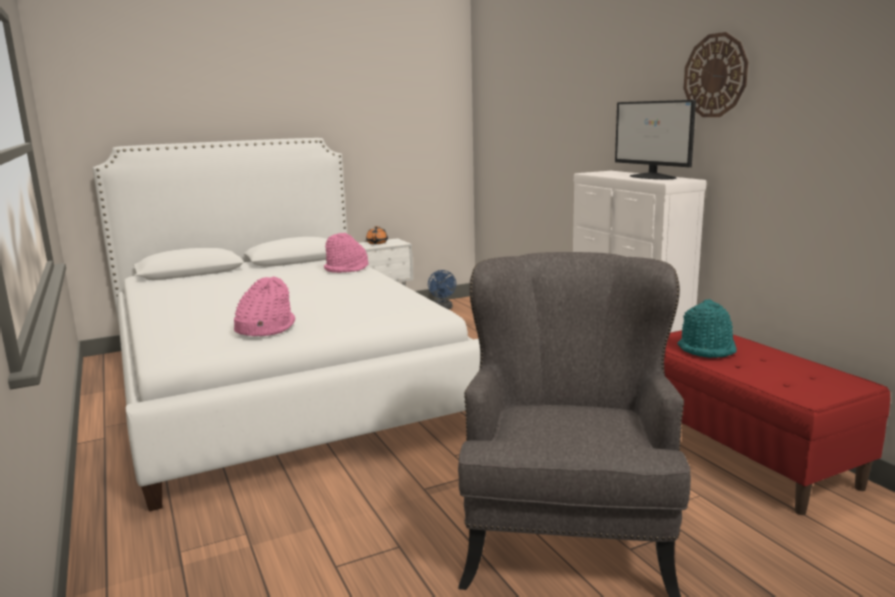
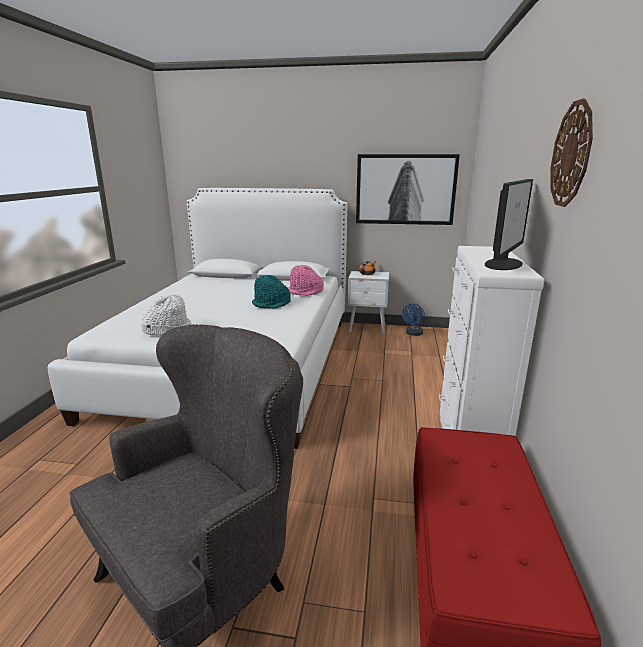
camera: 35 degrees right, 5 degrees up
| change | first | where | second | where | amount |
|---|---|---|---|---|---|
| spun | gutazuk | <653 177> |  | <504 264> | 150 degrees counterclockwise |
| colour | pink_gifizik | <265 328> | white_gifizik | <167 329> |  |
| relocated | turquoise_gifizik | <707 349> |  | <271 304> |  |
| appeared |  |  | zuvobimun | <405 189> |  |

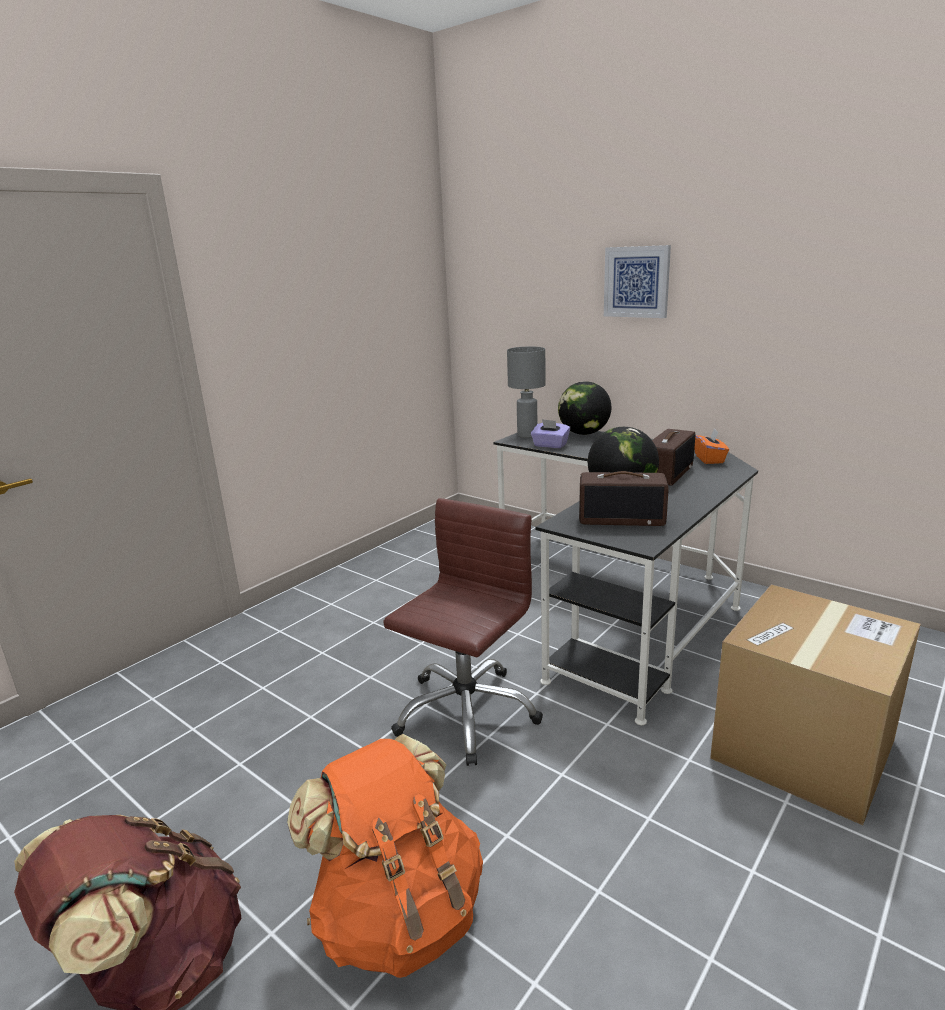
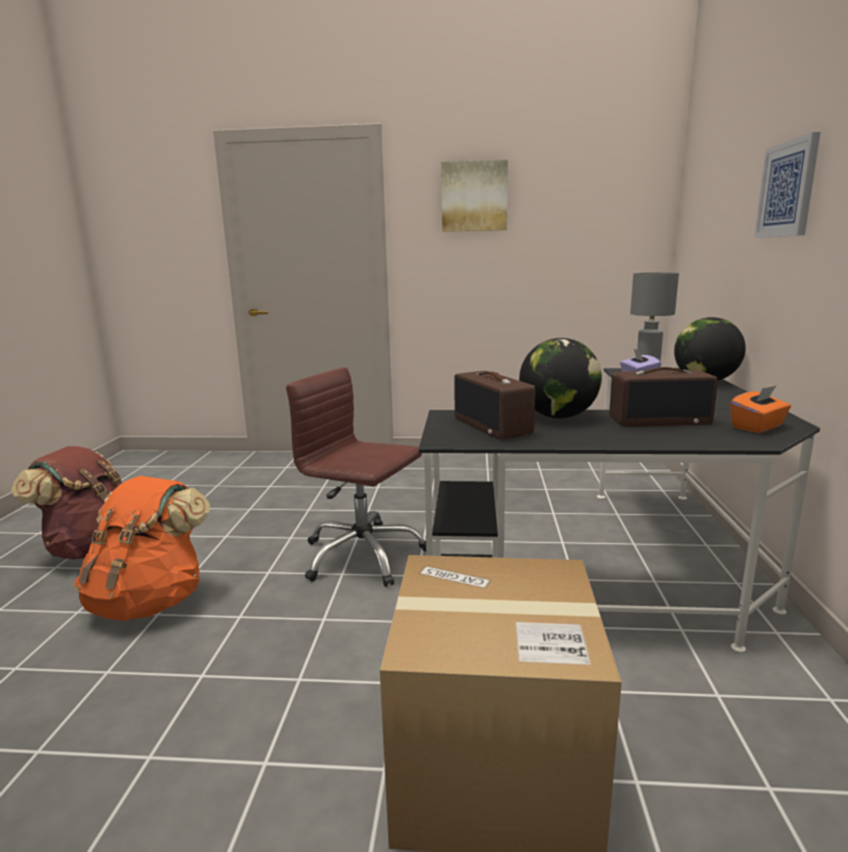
camera: 55 degrees right, 5 degrees down
| change | first | where | second | where | amount |
|---|---|---|---|---|---|
| spun | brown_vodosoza | <465 712> |  | <362 555> | 150 degrees counterclockwise |
| appeared |  |  | zuvobimun | <474 196> |  |

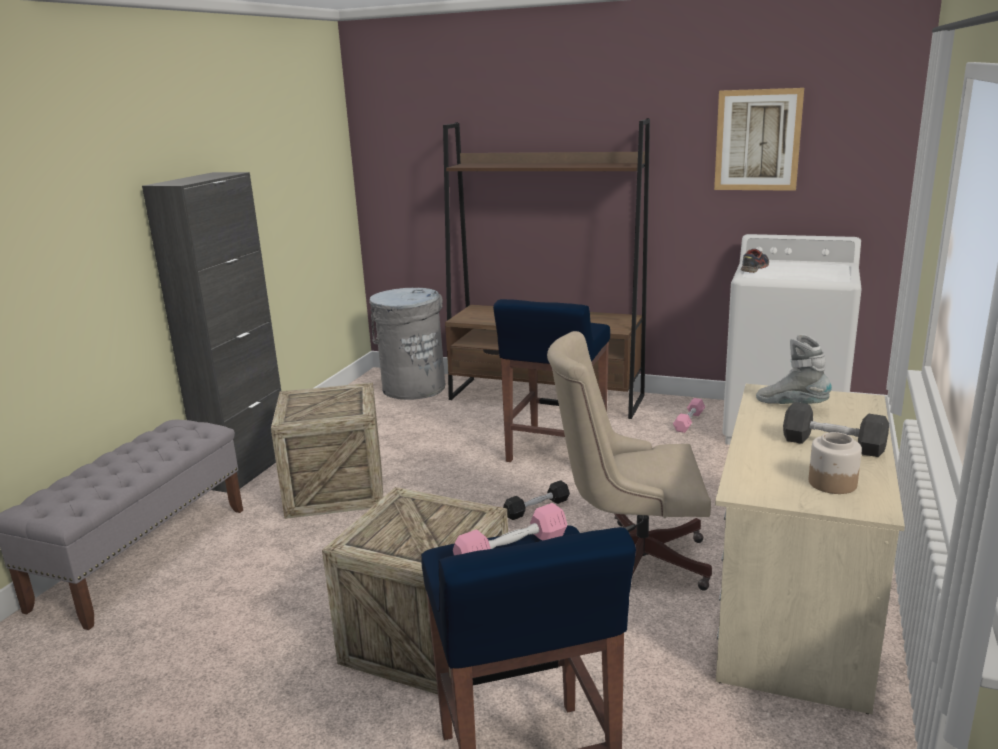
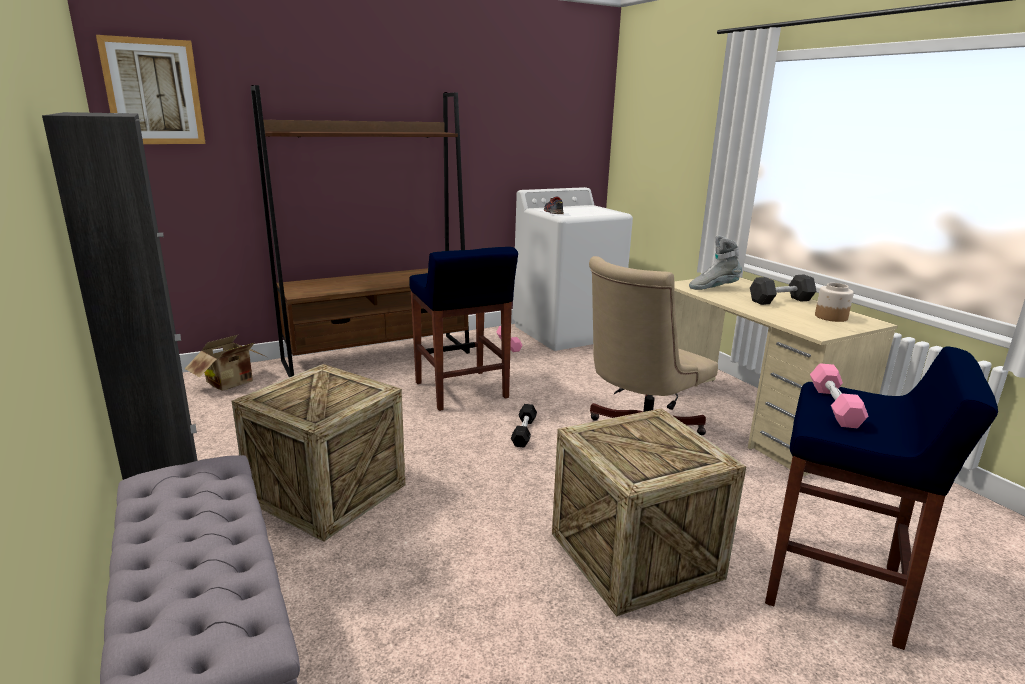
camera: 50 degrees left, 0 degrees up
| change | first | where | second | where | amount |
|---|---|---|---|---|---|
| relocated | zuvobimun | <757 140> |  | <153 92> |  |
| exchanged | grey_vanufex | <413 388> | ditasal | <233 383> |  |

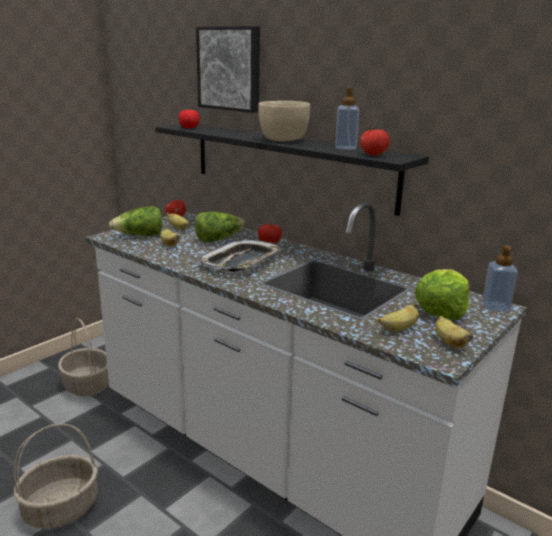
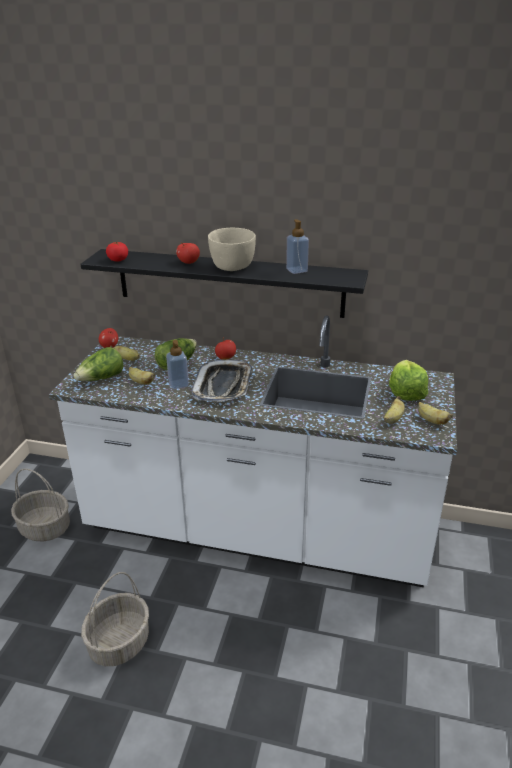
camera: 25 degrees left, 10 degrees up
| change | first | where | second | where | amount |
|---|---|---|---|---|---|
| missing | zuvobimun | <230 69> |  |  |  |
| relocated | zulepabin | <373 155> |  | <188 262> |  |
| relocated | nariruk | <495 307> |  | <178 384> |  |

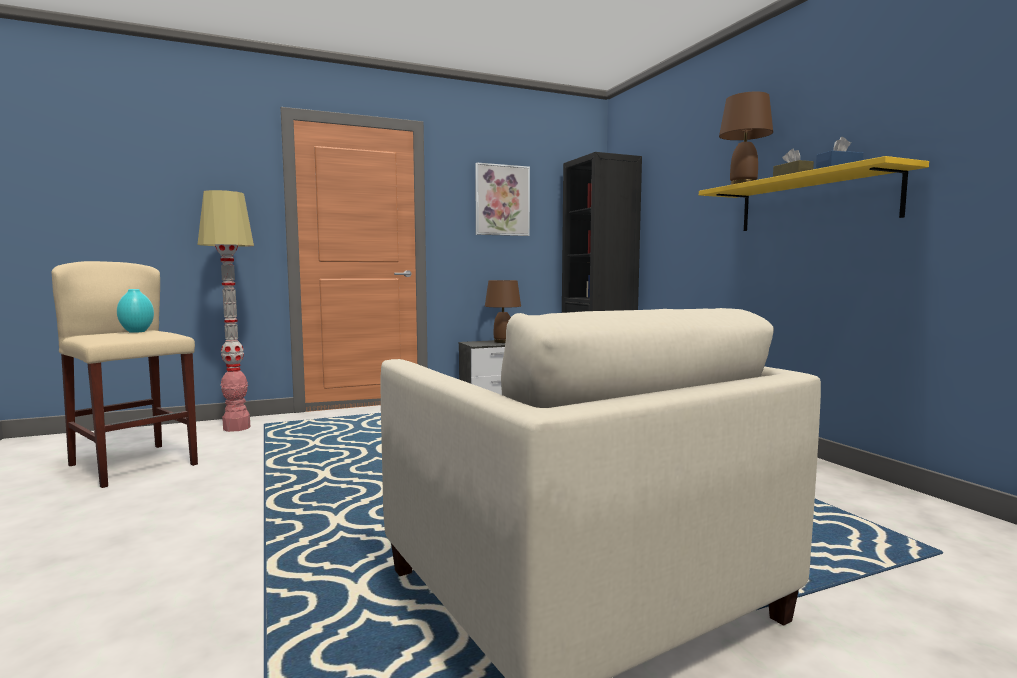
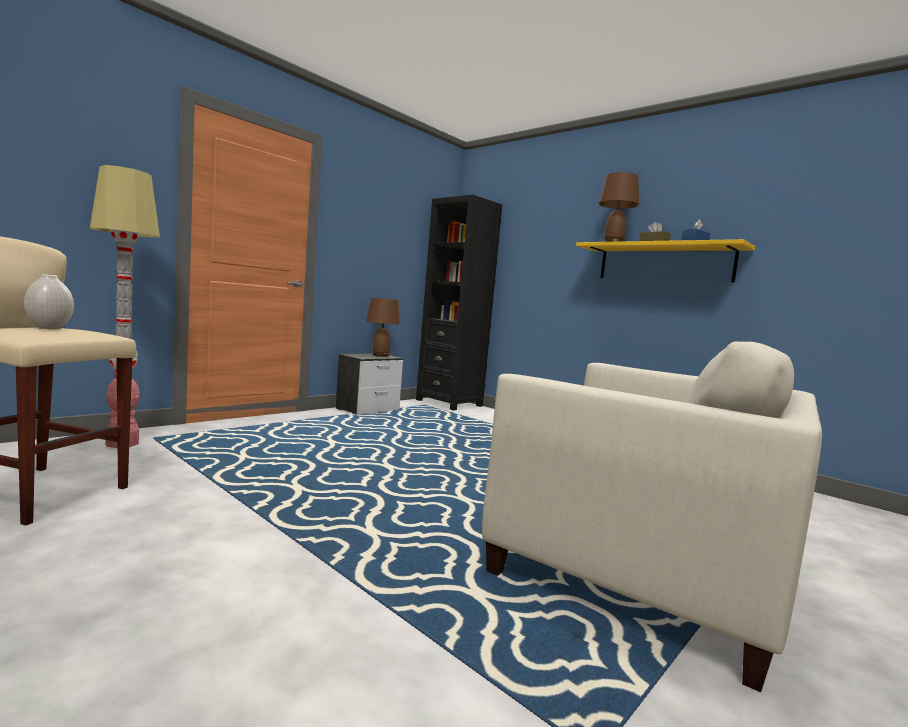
camera: 25 degrees left, 0 degrees up
| change | first | where | second | where | amount |
|---|---|---|---|---|---|
| missing | zuvobimun | <502 200> |  |  |  |
| colour | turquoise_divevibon | <136 331> | white_divevibon | <48 328> |  |

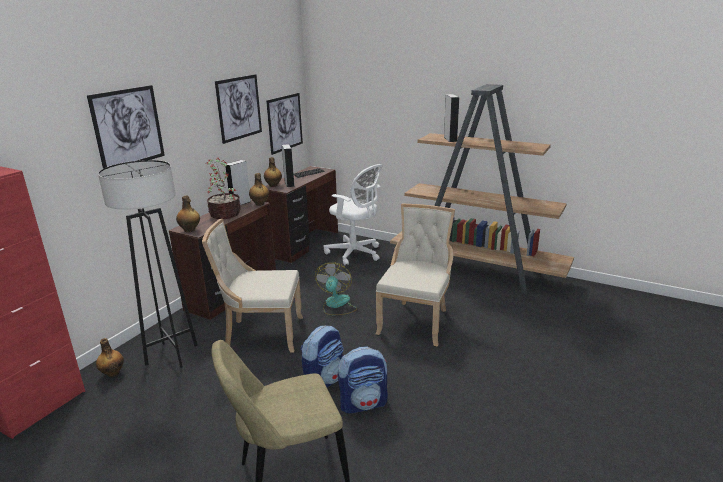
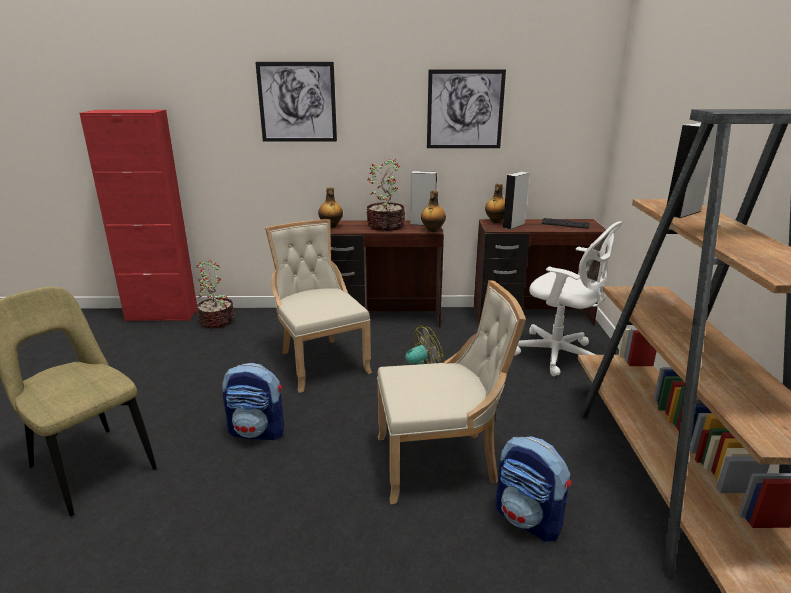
camera: 60 degrees right, 0 degrees up
| change | first | where | second | where | amount |
|---|---|---|---|---|---|
| missing | zuvobimun | <285 123> |  |  |  |
| missing | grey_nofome | <171 355> |  |  |  |
| spun | white_vodosoza | <355 253> |  | <559 355> | 60 degrees counterclockwise |
| exchanged | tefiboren | <113 373> | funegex | <216 321> |  |
| relocated | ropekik | <363 403> |  | <529 519> |  |

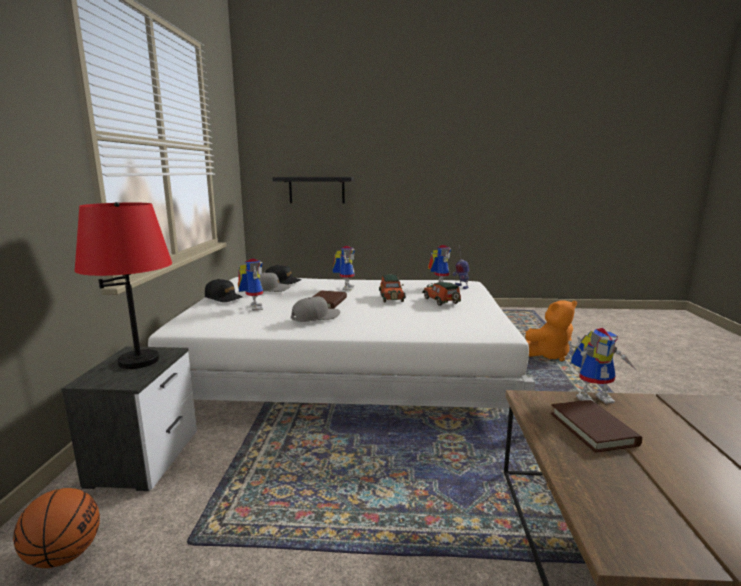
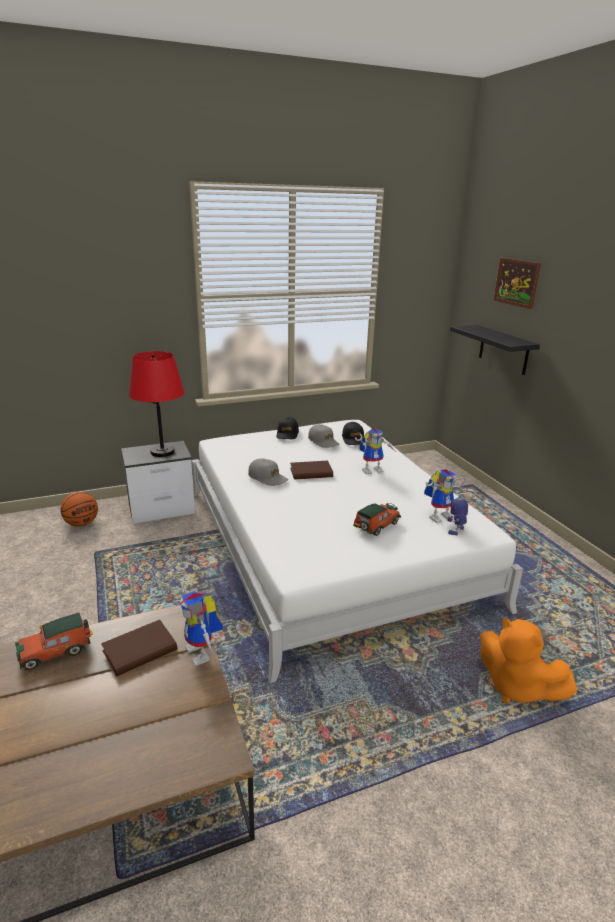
camera: 65 degrees right, 10 degrees up
| change | first | where | second | where | amount |
|---|---|---|---|---|---|
| missing | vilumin | <252 307> |  |  |  |
| relocated | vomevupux | <391 297> |  | <56 651> |  |
| appeared |  |  | zuvobimun | <516 282> |  |

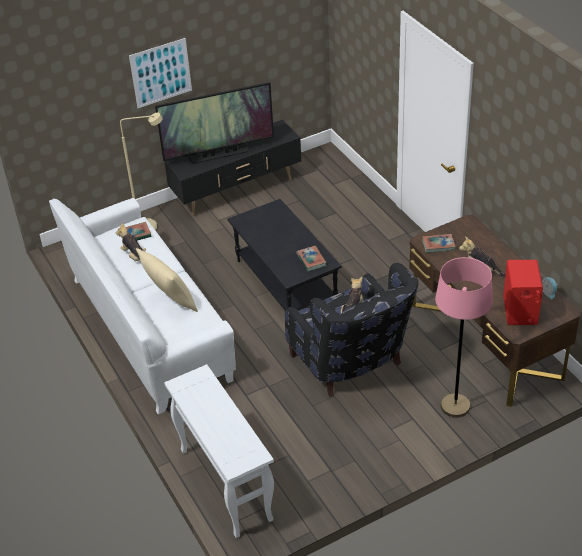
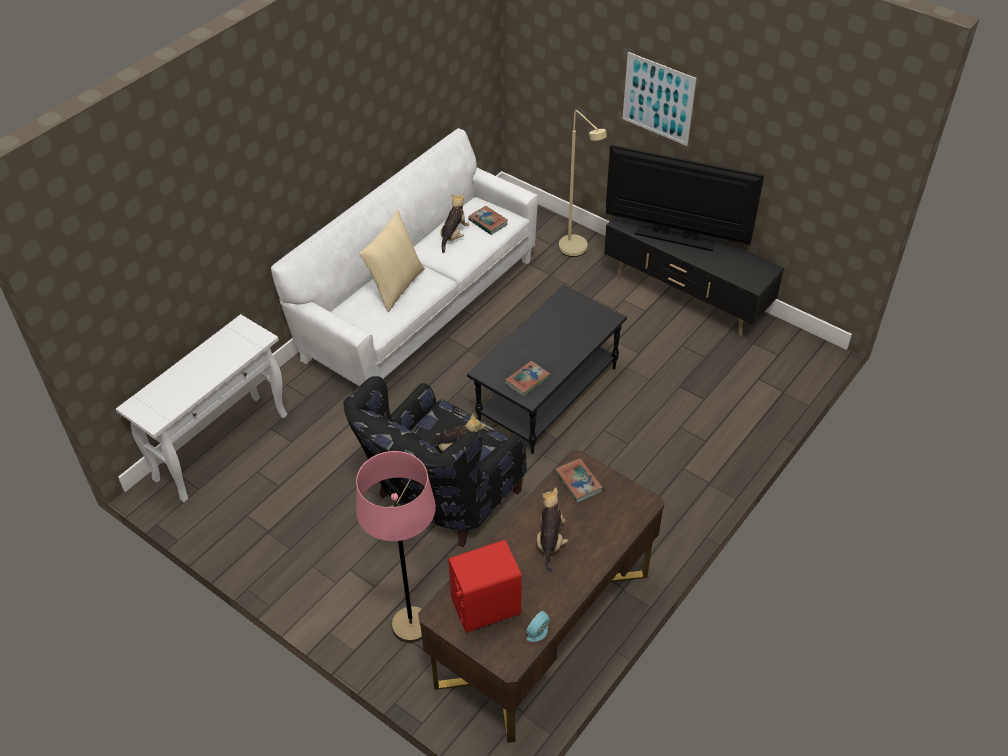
camera: 65 degrees right, 5 degrees up
| change | first | where | second | where | amount |
|---|---|---|---|---|---|
| spun | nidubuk | <219 154> |  | <675 238> | 150 degrees clockwise |

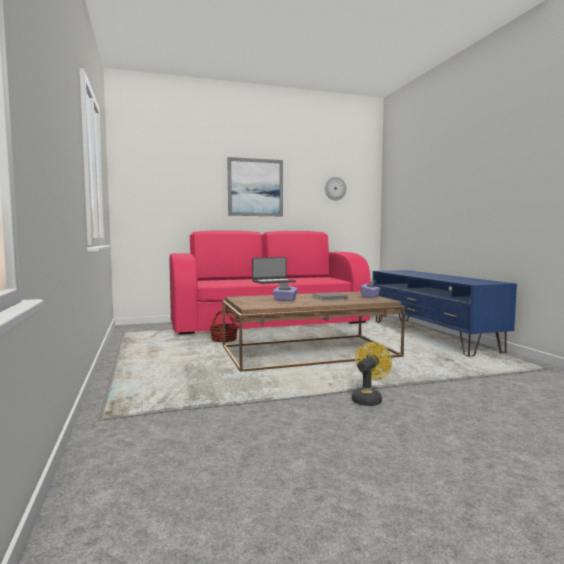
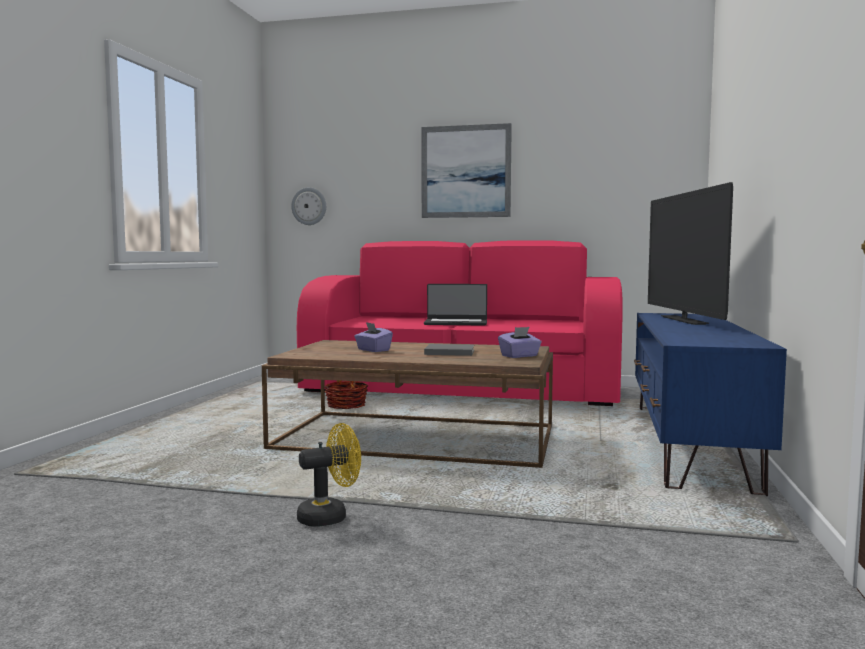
camera: 30 degrees right, 0 degrees up
| change | first | where | second | where | amount |
|---|---|---|---|---|---|
| relocated | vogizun | <335 188> |  | <309 206> |  |
| appeared |  |  | nidubuk | <683 320> |  |

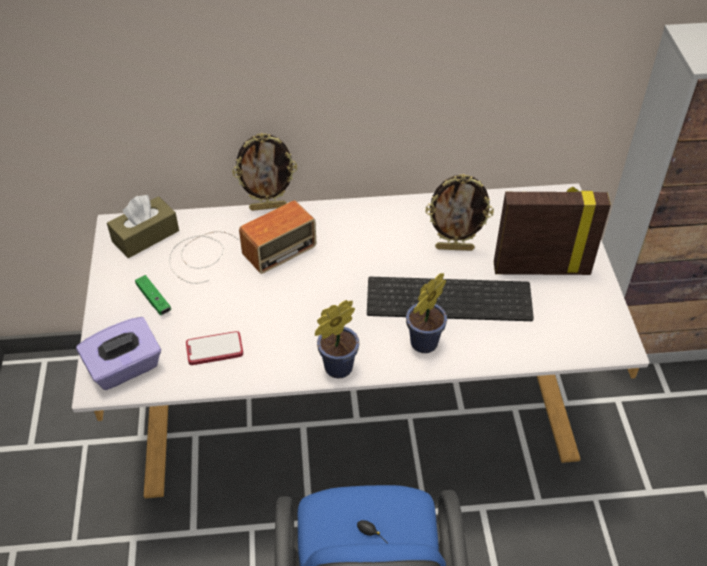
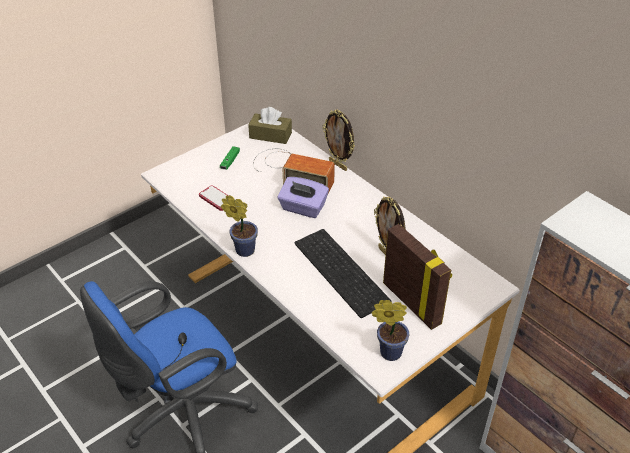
camera: 55 degrees right, 5 degrees down
| change | first | where | second | where | amount |
|---|---|---|---|---|---|
| relocated | funegex | <421 345> |  | <387 352> |  |
| relocated | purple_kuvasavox | <125 368> |  | <303 208> |  |

